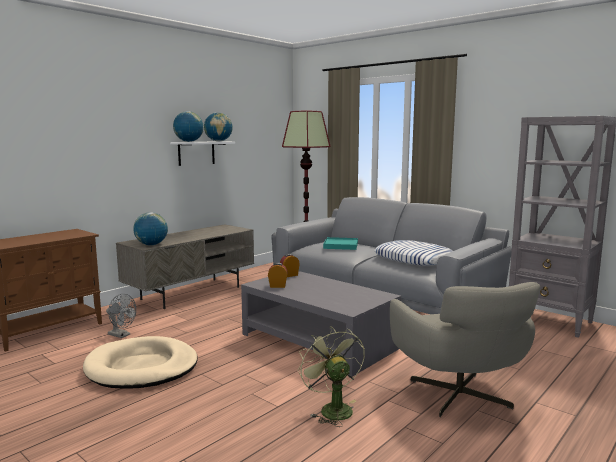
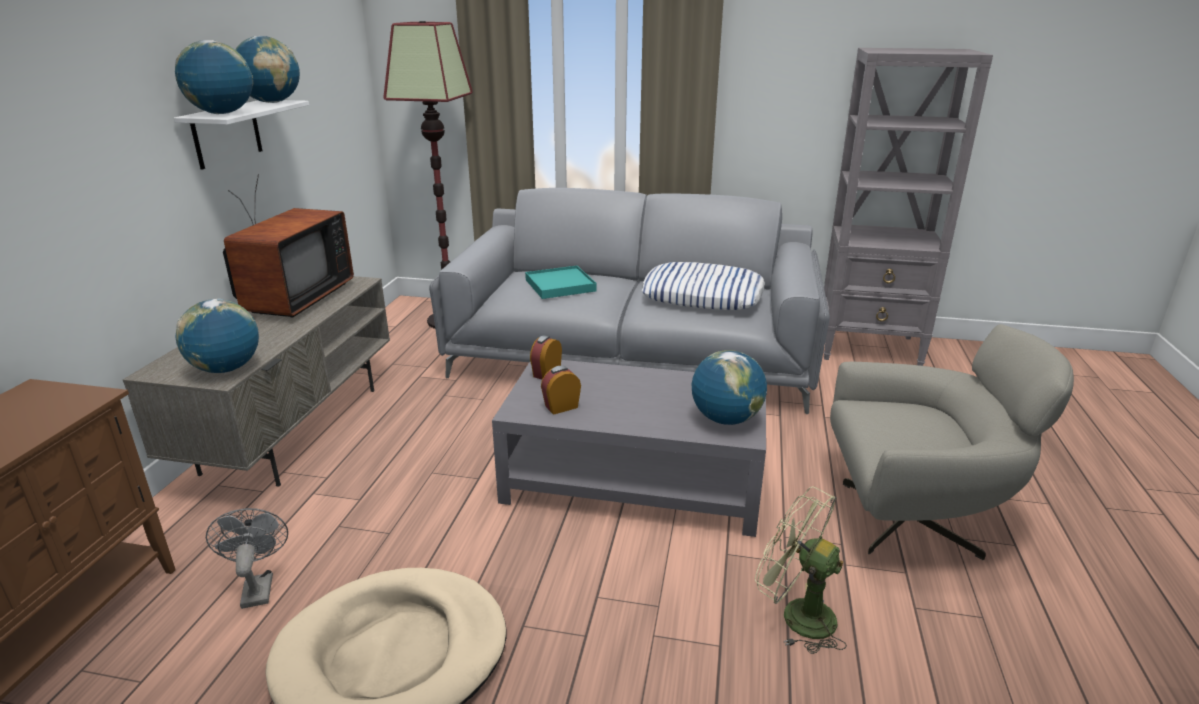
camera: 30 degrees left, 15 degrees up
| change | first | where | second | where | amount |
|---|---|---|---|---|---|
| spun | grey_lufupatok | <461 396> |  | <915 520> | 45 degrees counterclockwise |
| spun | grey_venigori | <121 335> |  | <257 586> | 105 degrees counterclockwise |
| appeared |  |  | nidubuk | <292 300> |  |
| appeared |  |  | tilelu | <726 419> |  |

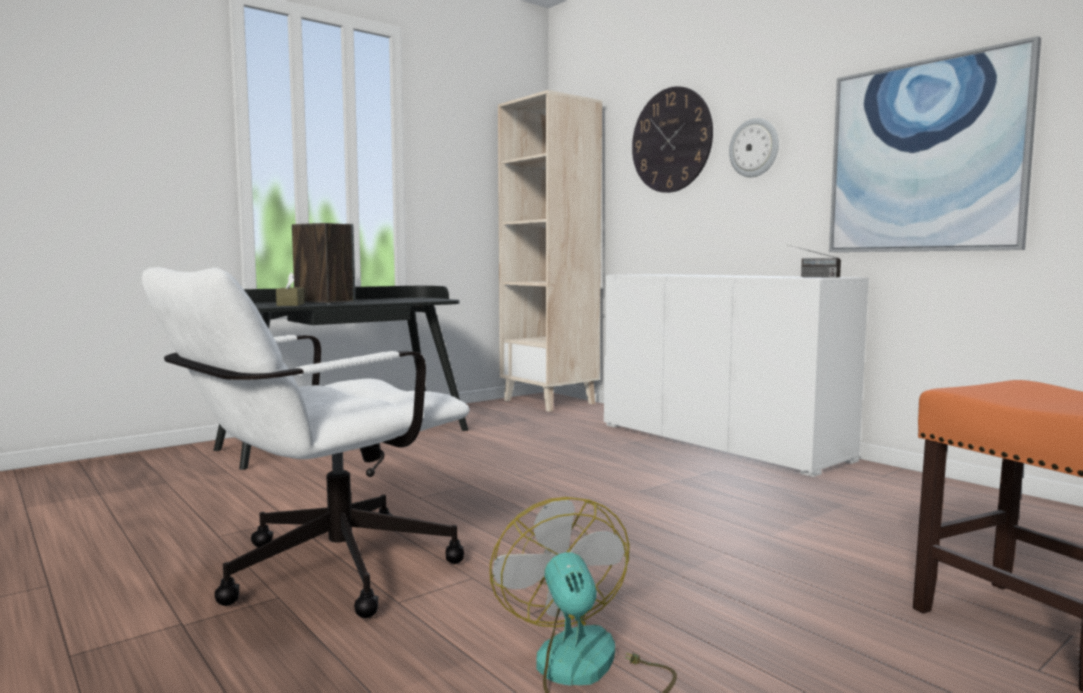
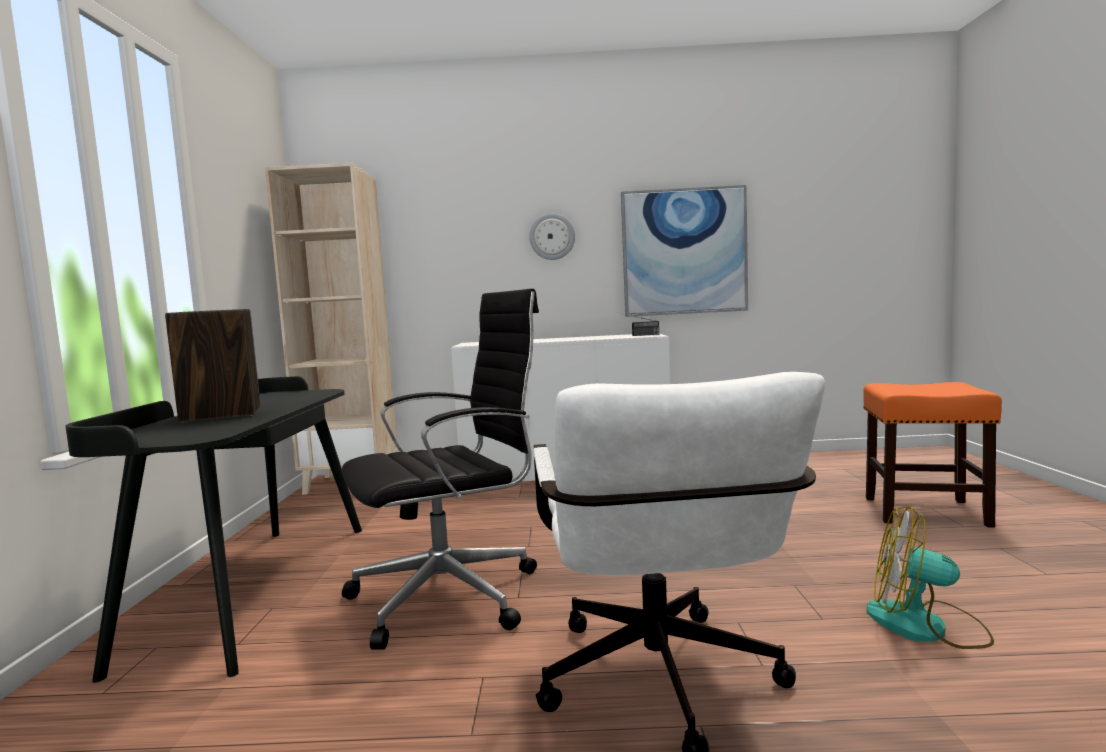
camera: 50 degrees left, 0 degrees up
| change | first | where | second | where | amount |
|---|---|---|---|---|---|
| missing | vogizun | <671 140> |  |  |  |
| missing | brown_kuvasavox | <290 304> |  |  |  |
| appeared |  |  | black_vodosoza | <452 595> |  |

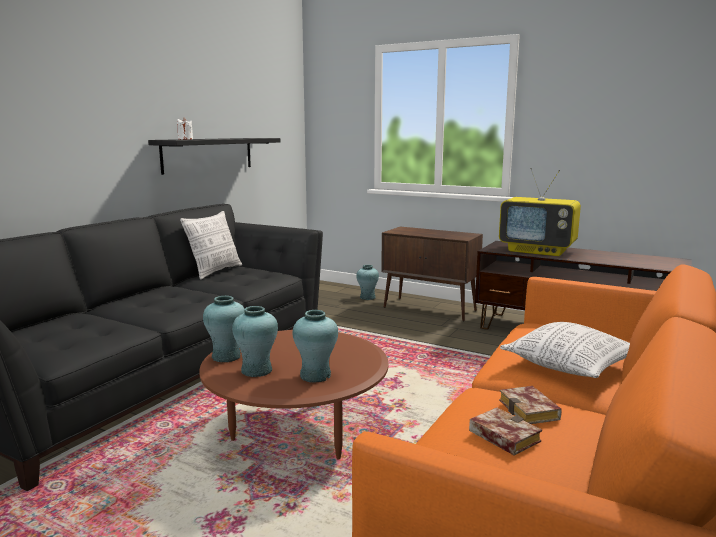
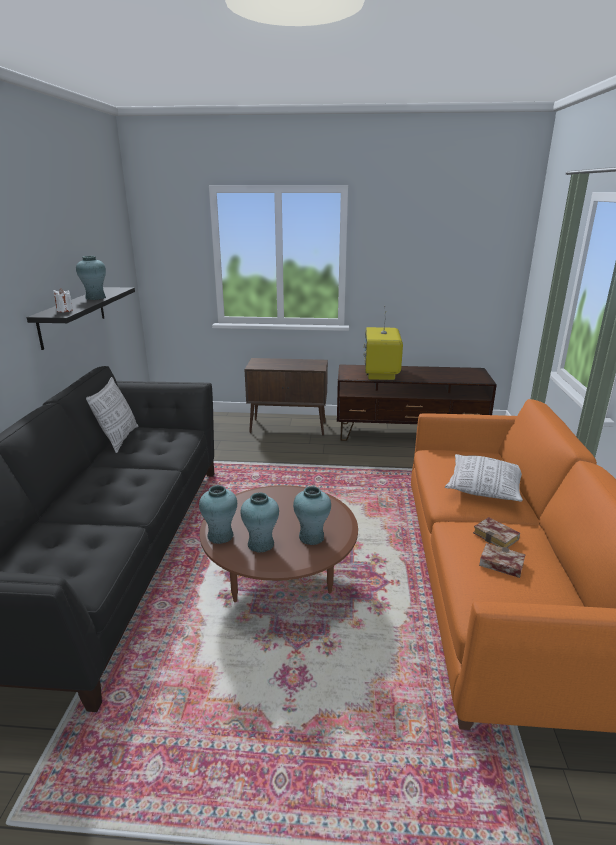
camera: 25 degrees left, 10 degrees up
| change | first | where | second | where | amount |
|---|---|---|---|---|---|
| spun | nidubuk | <538 251> |  | <381 373> | 90 degrees clockwise |
| relocated | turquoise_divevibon | <367 297> |  | <95 298> |  |

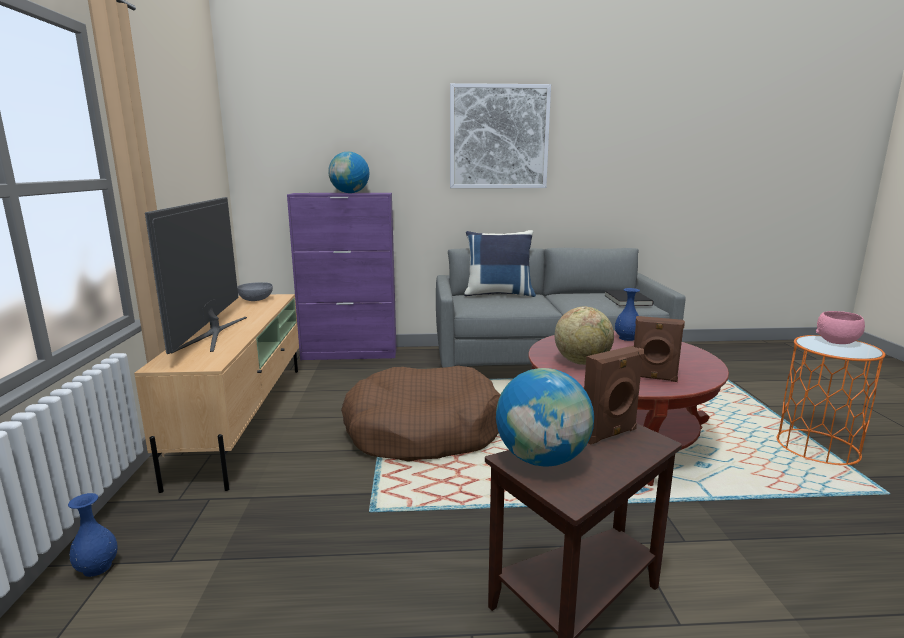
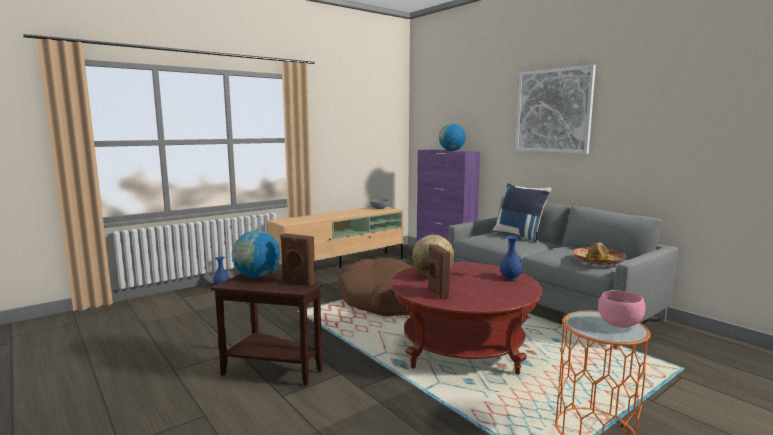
camera: 55 degrees right, 5 degrees down
| change | first | where | second | where | amount |
|---|---|---|---|---|---|
| missing | nidubuk | <212 333> |  |  |  |
| exchanged | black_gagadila | <626 300> | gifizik | <598 261> |  |

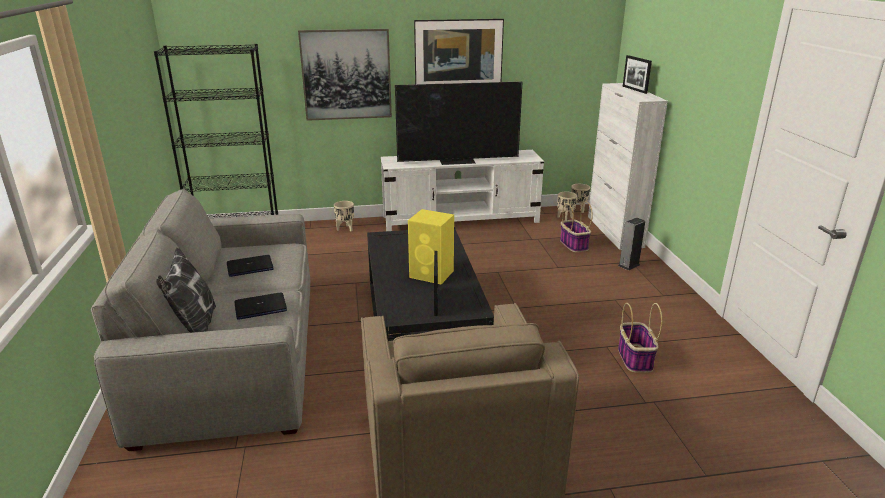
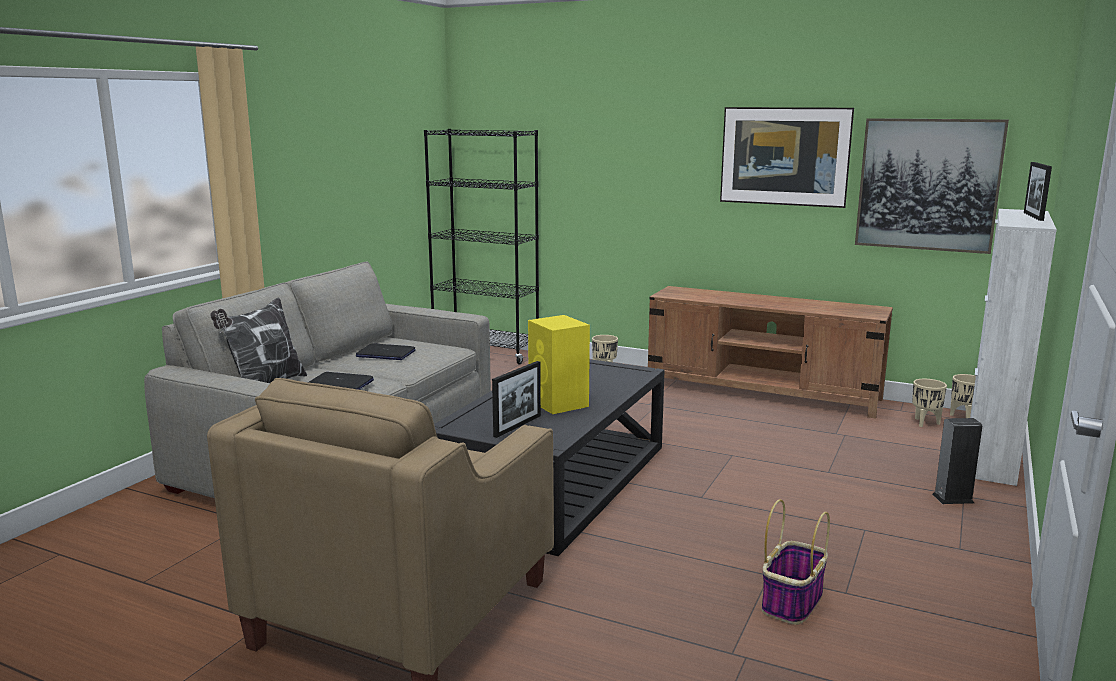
camera: 35 degrees right, 10 degrees down
| change | first | where | second | where | amount |
|---|---|---|---|---|---|
| relocated | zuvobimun | <346 74> |  | <928 184> |  |
| missing | nidubuk | <458 161> |  |  |  |
| colour | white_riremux | <461 219> | brown_riremux | <762 392> |  |
| missing | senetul | <573 244> |  |  |  |

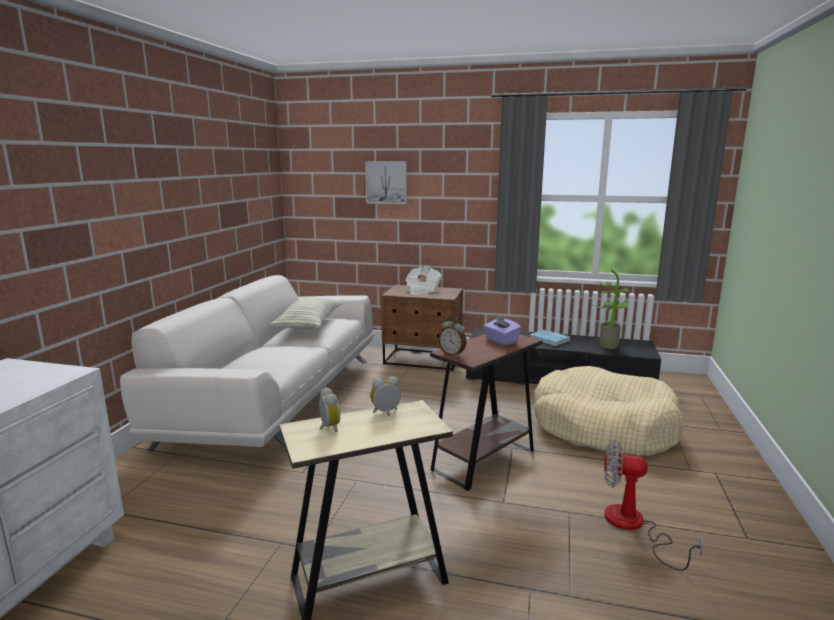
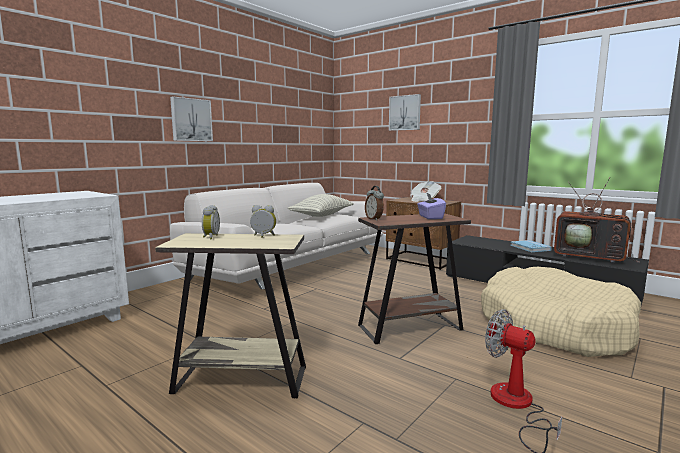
camera: 25 degrees right, 5 degrees down
| change | first | where | second | where | amount |
|---|---|---|---|---|---|
| exchanged | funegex | <608 345> | nidubuk | <591 257> |  |
| appeared |  |  | zuvobimun | <191 120> |  |

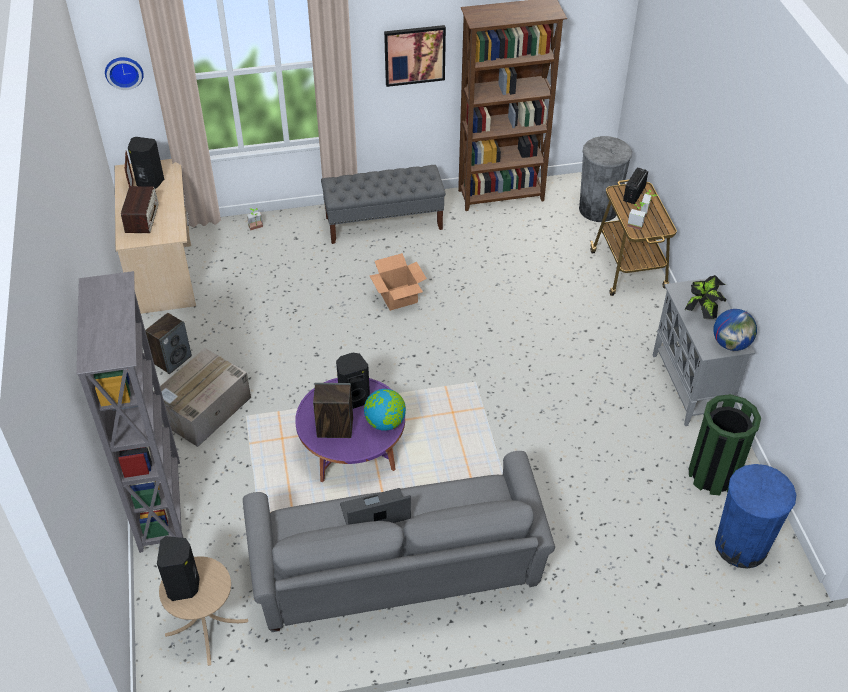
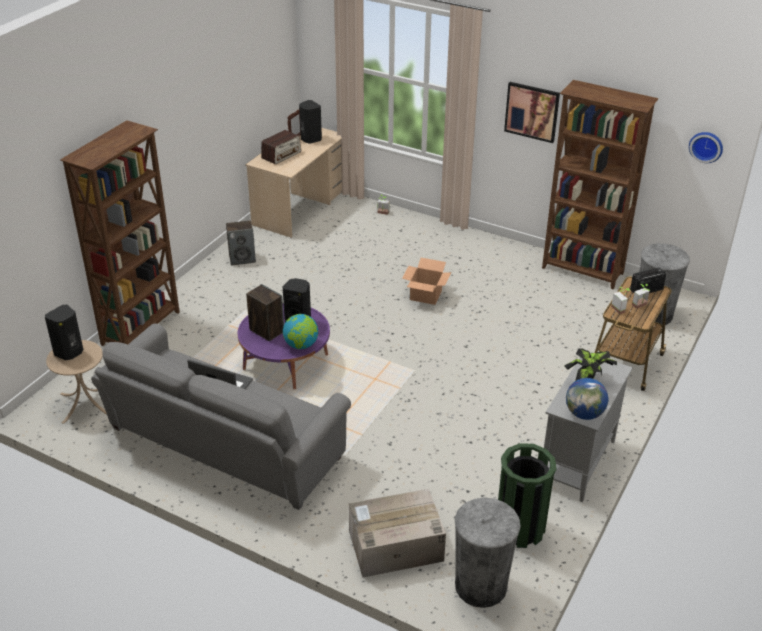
camera: 40 degrees right, 10 degrees down
| change | first | where | second | where | amount |
|---|---|---|---|---|---|
| relocated | vogizun | <124 71> |  | <706 146> |  |
| missing | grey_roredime | <384 223> |  |  |  |
| colour | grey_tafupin | <161 504> | brown_tafupin | <142 328> |  |
| relocated | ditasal | <203 410> |  | <394 546> |  |
| colour | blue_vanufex | <741 546> | grey_vanufex | <480 586> |  |

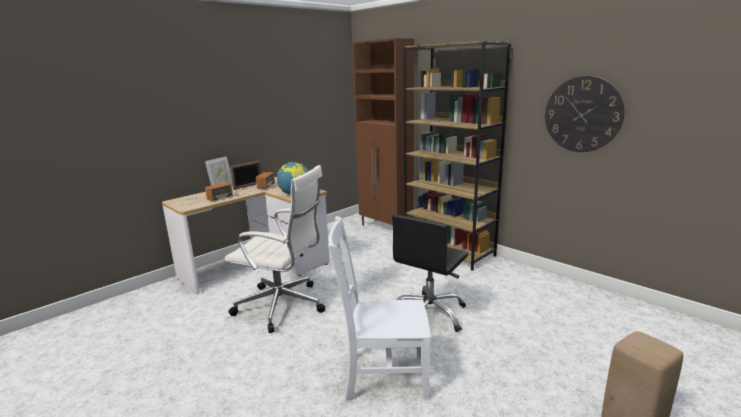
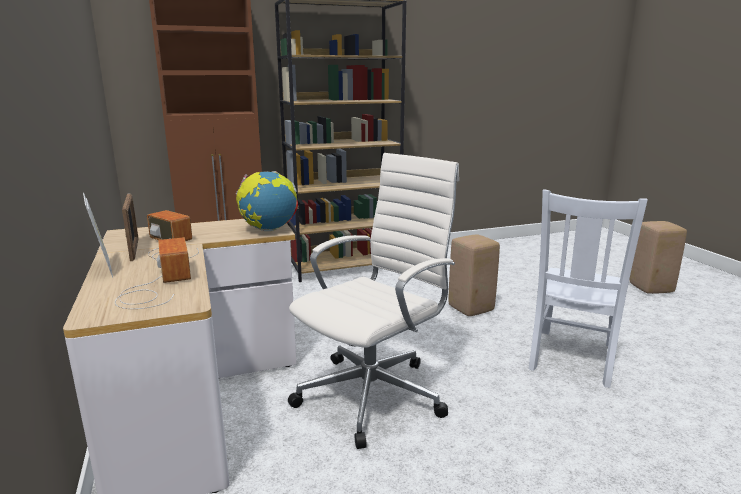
camera: 65 degrees left, 0 degrees up
| change | first | where | second | where | amount |
|---|---|---|---|---|---|
| missing | vogizun | <582 114> |  |  |  |
| exchanged | black_vodosoza | <429 314> | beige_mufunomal | <470 309> |  |

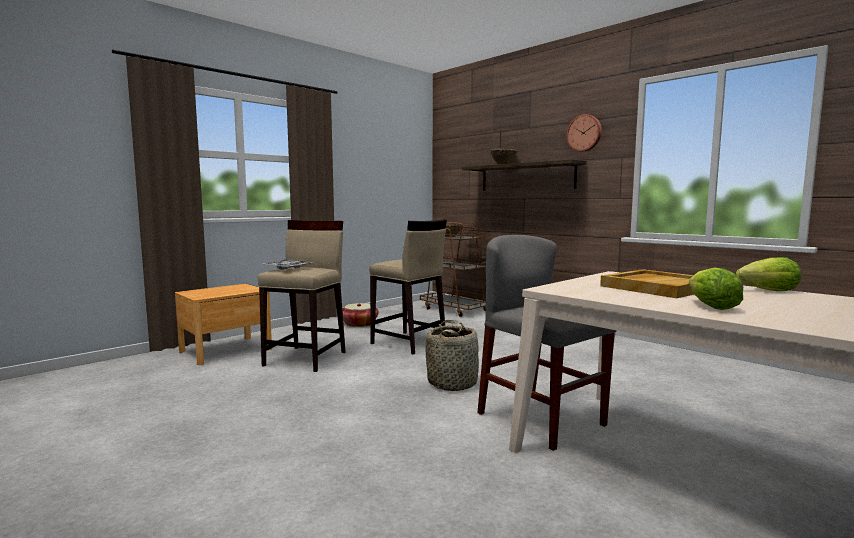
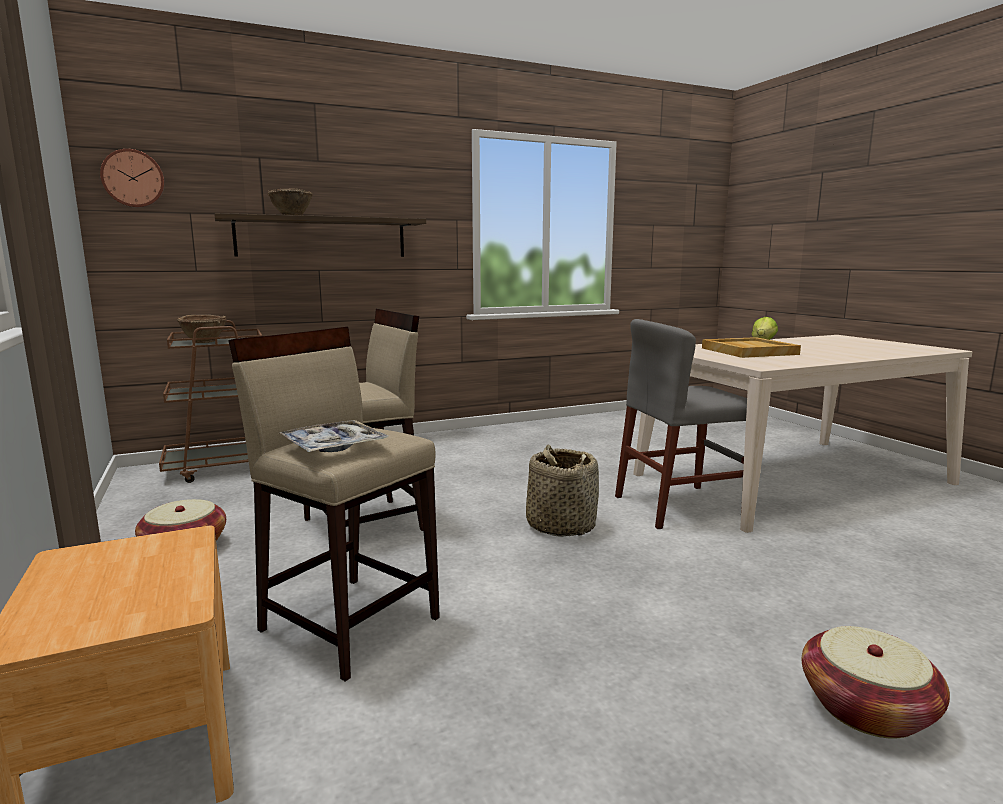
camera: 70 degrees left, 5 degrees up
| change | first | where | second | where | amount |
|---|---|---|---|---|---|
| relocated | vogizun | <584 133> |  | <133 178> |  |
| missing | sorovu | <711 307> |  |  |  |
| appeared |  |  | senetul | <866 708> |  |

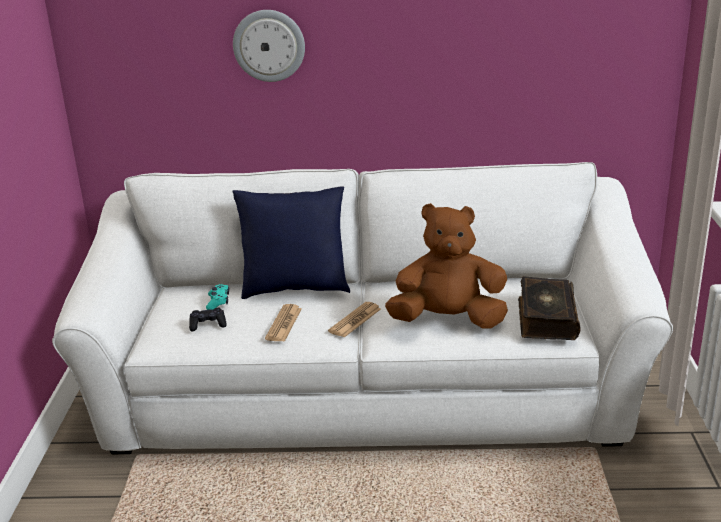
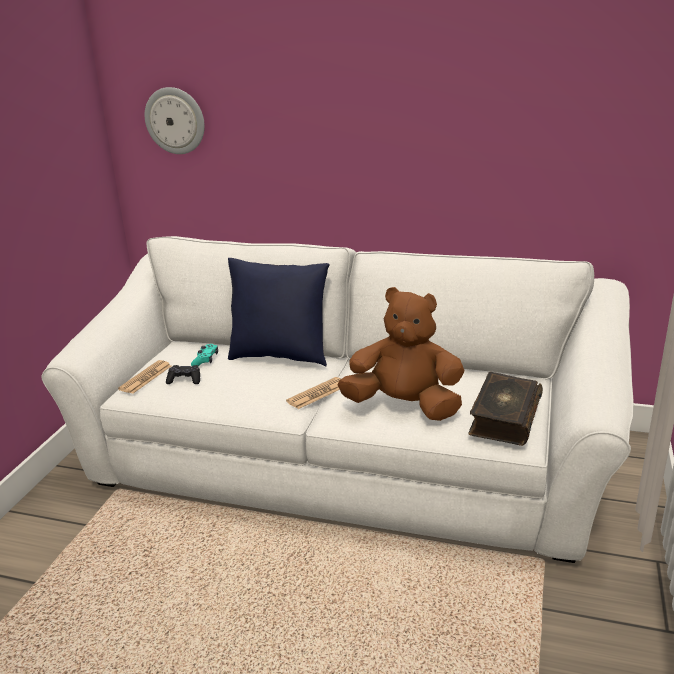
camera: 15 degrees right, 0 degrees up
| change | first | where | second | where | amount |
|---|---|---|---|---|---|
| relocated | vogizun | <269 45> |  | <175 120> |  |
| relocated | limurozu | <284 324> |  | <146 377> |  |

